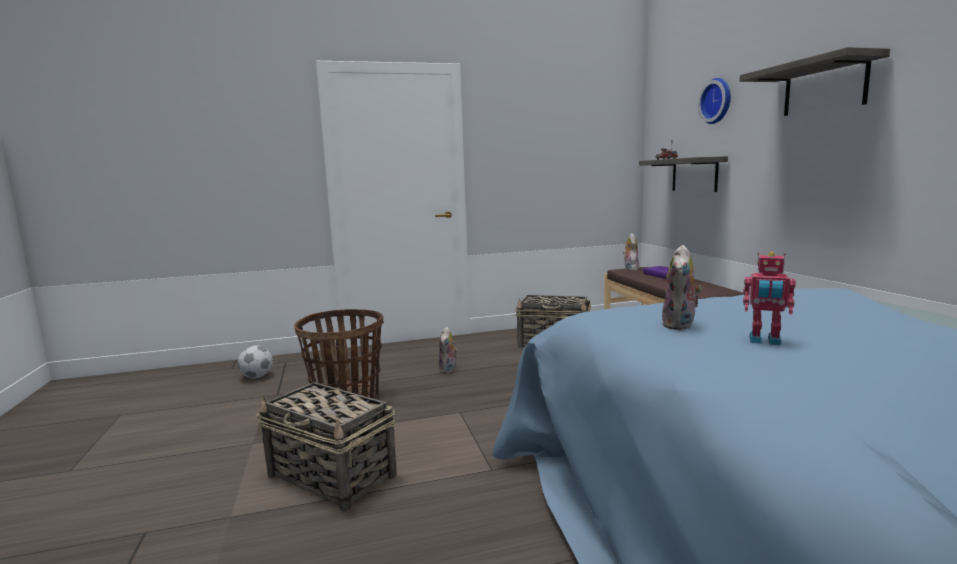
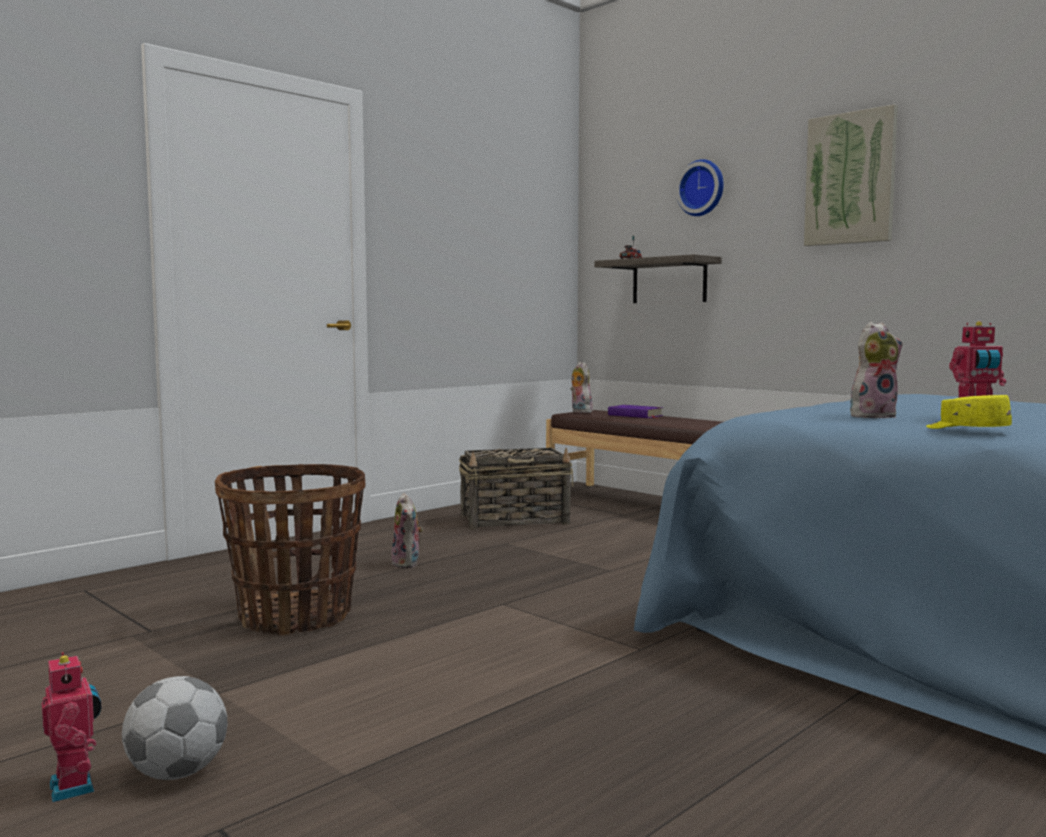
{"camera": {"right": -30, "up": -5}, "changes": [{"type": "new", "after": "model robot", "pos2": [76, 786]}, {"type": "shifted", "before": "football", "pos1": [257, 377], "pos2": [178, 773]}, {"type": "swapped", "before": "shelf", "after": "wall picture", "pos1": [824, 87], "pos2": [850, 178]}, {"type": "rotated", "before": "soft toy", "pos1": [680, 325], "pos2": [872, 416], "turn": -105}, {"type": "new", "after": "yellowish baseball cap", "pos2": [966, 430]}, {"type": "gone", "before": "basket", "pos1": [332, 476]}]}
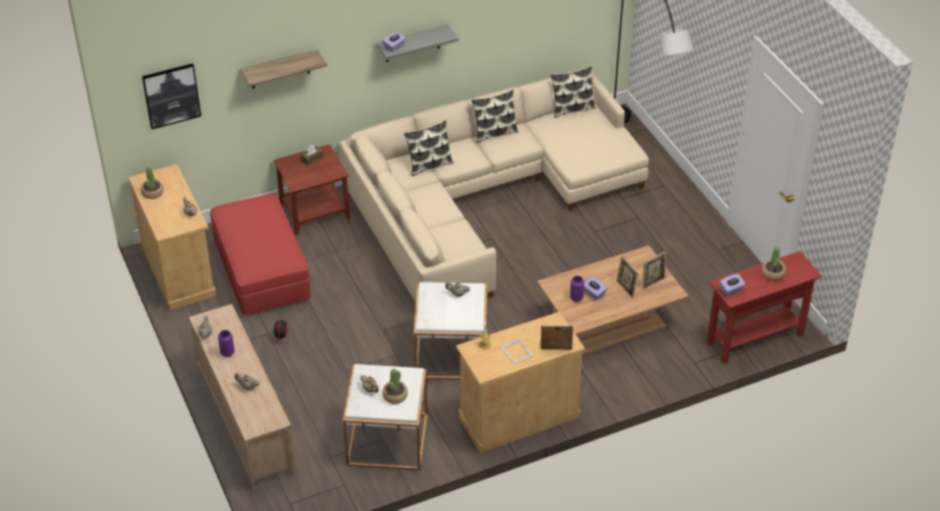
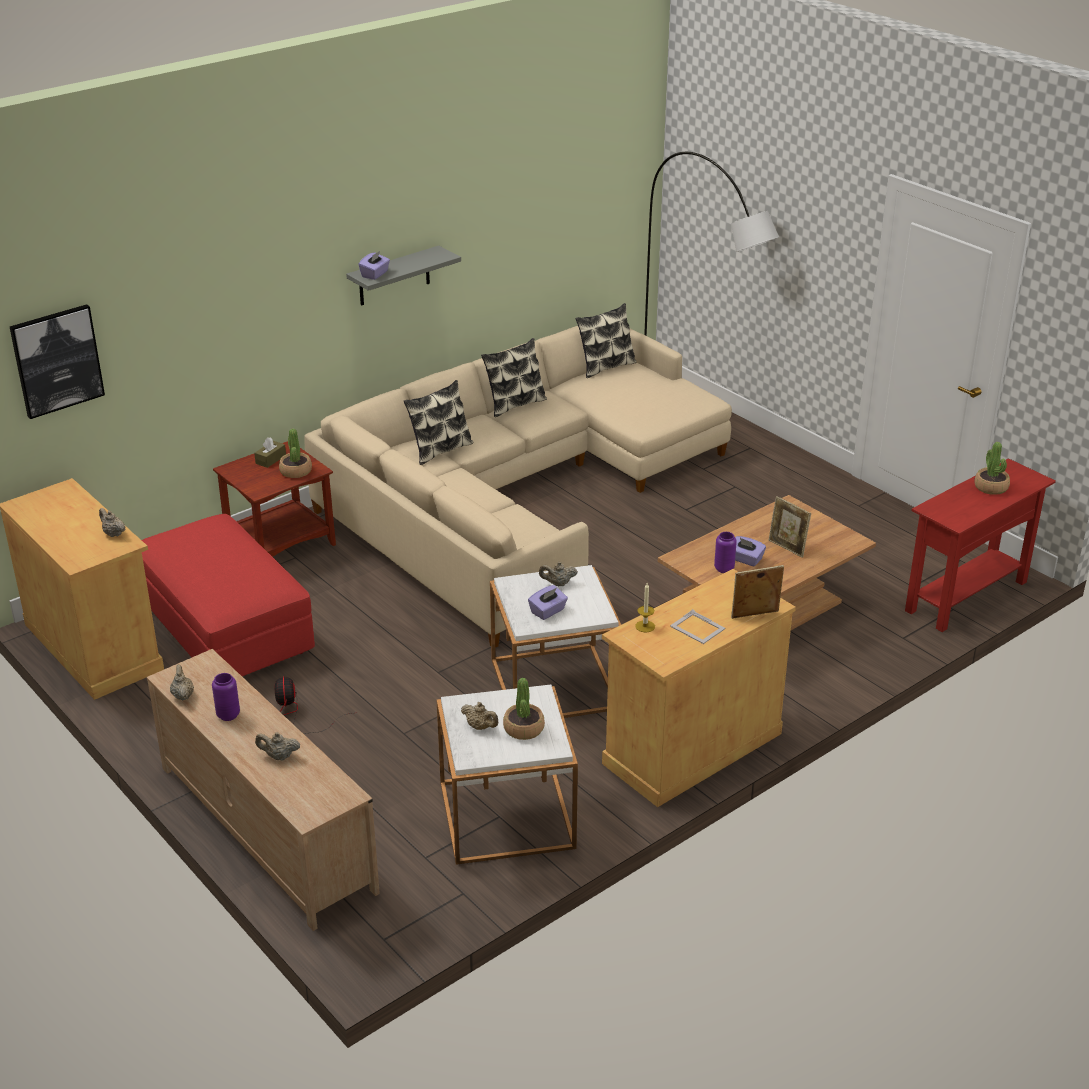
{"camera": {"right": -15, "up": -10}, "changes": [{"type": "shifted", "before": "plant in a pot", "pos1": [152, 192], "pos2": [295, 471]}, {"type": "shifted", "before": "purple tissue box", "pos1": [731, 290], "pos2": [548, 611]}, {"type": "gone", "before": "shelf", "pos1": [280, 69]}, {"type": "gone", "before": "standing frame", "pos1": [653, 282]}]}
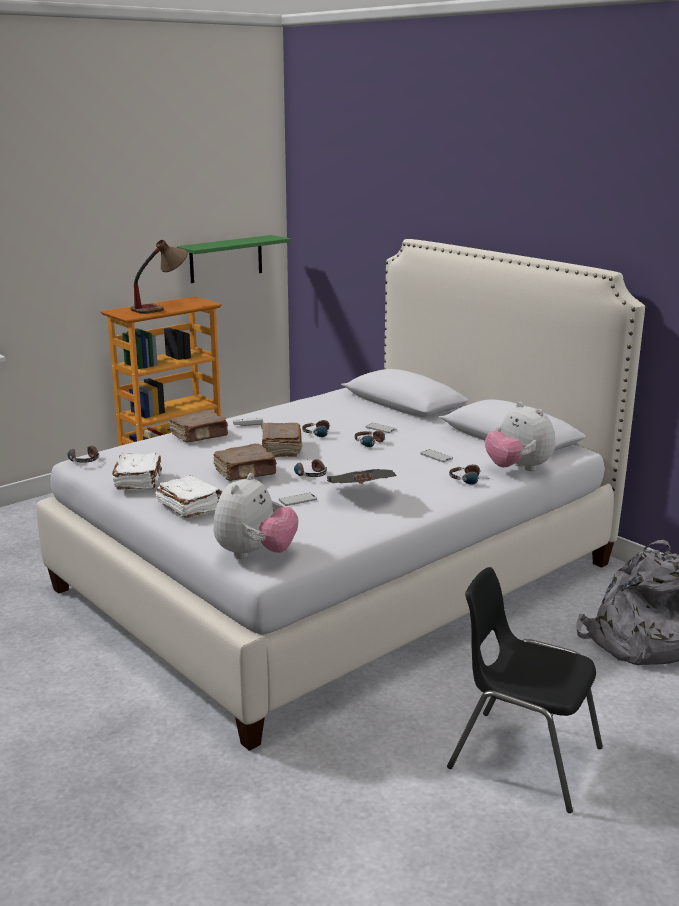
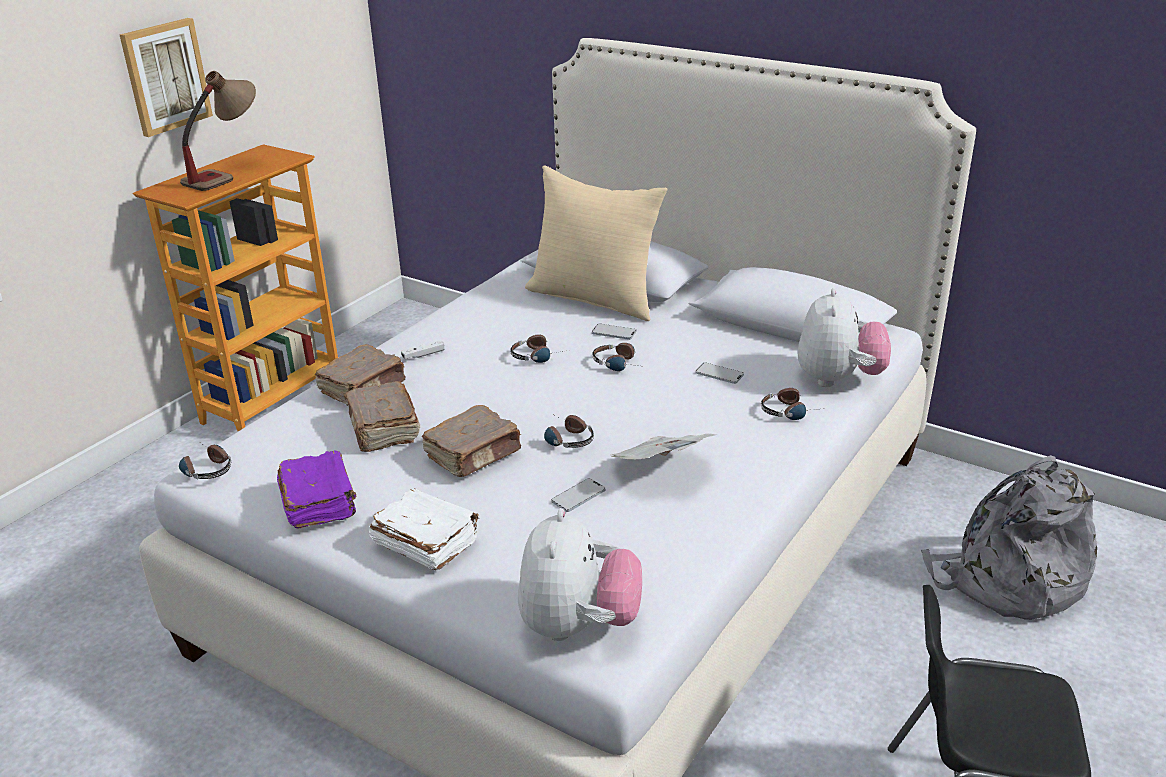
{"camera": {"right": -15, "up": 10}, "changes": [{"type": "new", "after": "wall picture", "pos2": [165, 76]}, {"type": "repainted", "before": "white volume", "after": "purple volume", "pos1": [139, 481], "pos2": [320, 502]}, {"type": "shifted", "before": "brown-coloured volume", "pos1": [280, 449], "pos2": [383, 429]}, {"type": "new", "after": "beige-coloured throw pillow", "pos2": [595, 297]}, {"type": "rotated", "before": "soft toy", "pos1": [518, 469], "pos2": [838, 379], "turn": -120}, {"type": "gone", "before": "greenish shelf", "pos1": [226, 259]}]}
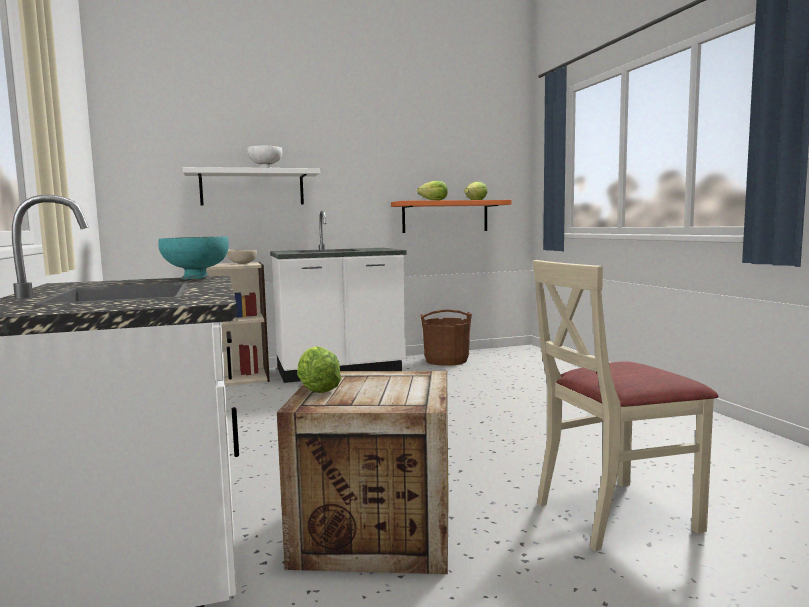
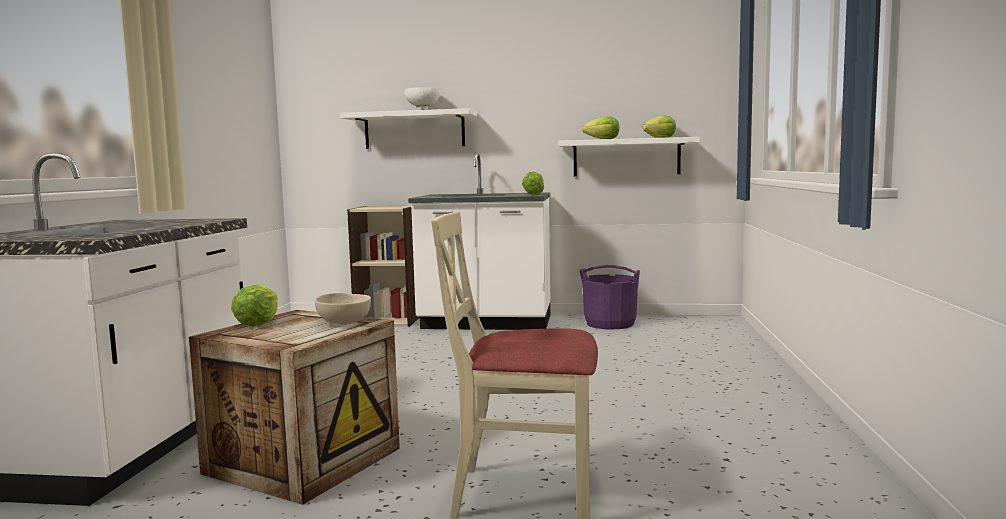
{"camera": {"right": 25, "up": 0}, "changes": [{"type": "shifted", "before": "beige-coloured bowl", "pos1": [242, 263], "pos2": [344, 323]}, {"type": "new", "after": "lettuce", "pos2": [533, 194]}, {"type": "repainted", "before": "orange shelf", "after": "white shelf", "pos1": [445, 216], "pos2": [626, 157]}, {"type": "repainted", "before": "brown-coloured bucket", "after": "purple bucket", "pos1": [446, 360], "pos2": [610, 324]}, {"type": "gone", "before": "blue-green bowl", "pos1": [197, 278]}]}
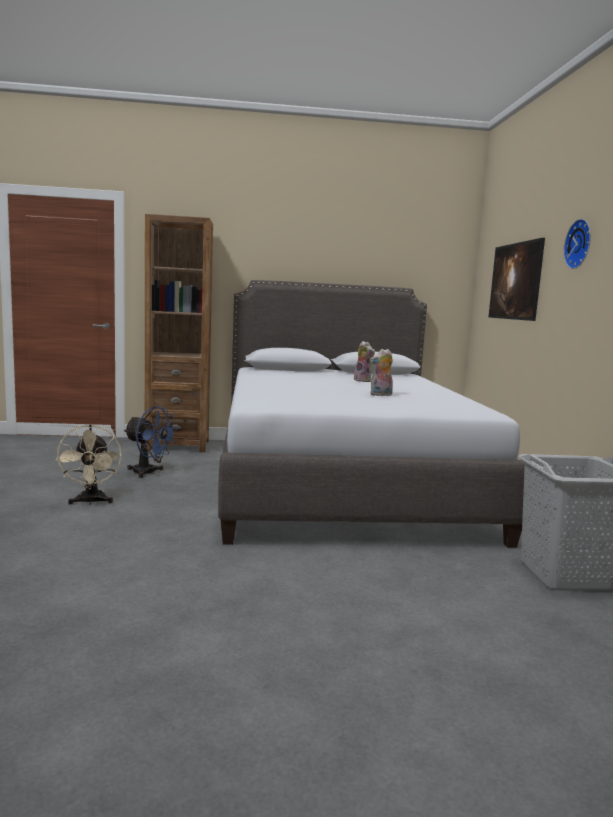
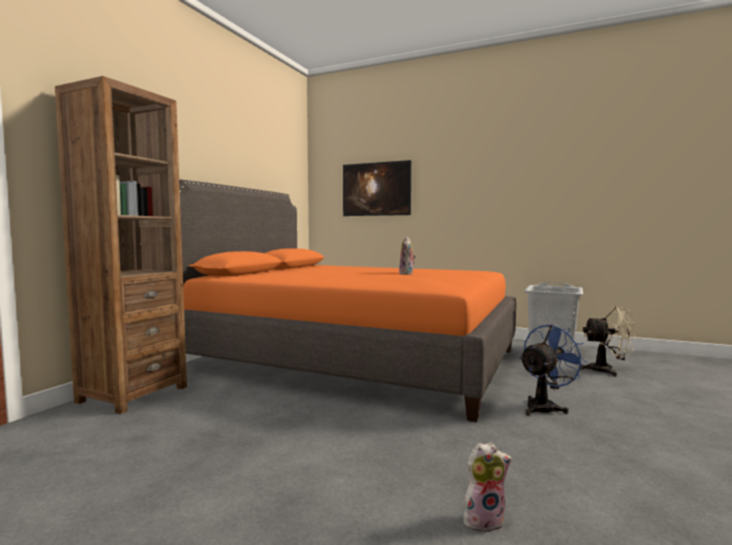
{"camera": {"right": -60, "up": -5}, "changes": [{"type": "repainted", "before": "greyish bed", "after": "orange bed", "pos1": [340, 481], "pos2": [352, 360]}, {"type": "shifted", "before": "soft toy", "pos1": [364, 380], "pos2": [484, 520]}, {"type": "shifted", "before": "bluish electric fan", "pos1": [149, 473], "pos2": [545, 407]}, {"type": "shifted", "before": "beige-coloured electric fan", "pos1": [91, 502], "pos2": [607, 371]}, {"type": "gone", "before": "hanging clock", "pos1": [580, 244]}]}
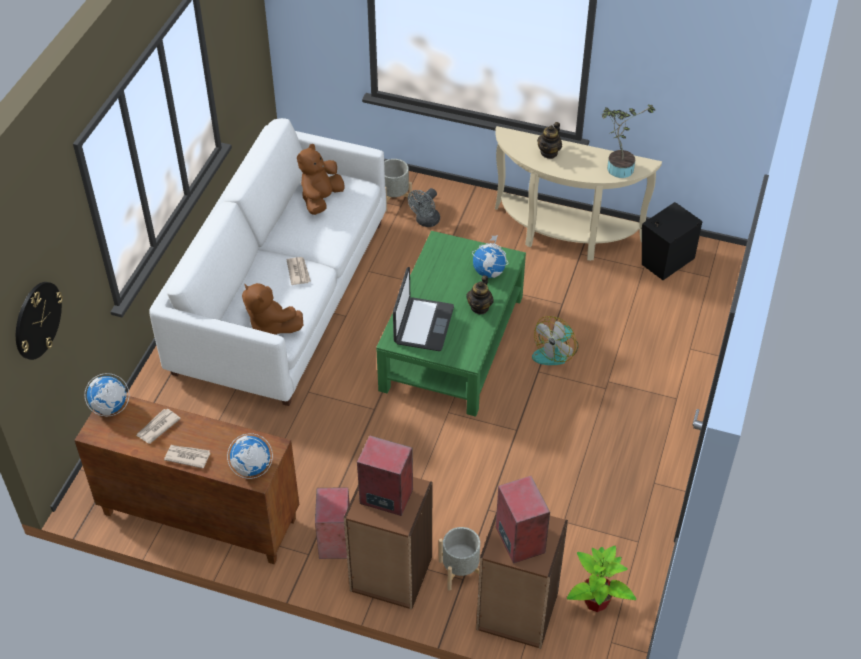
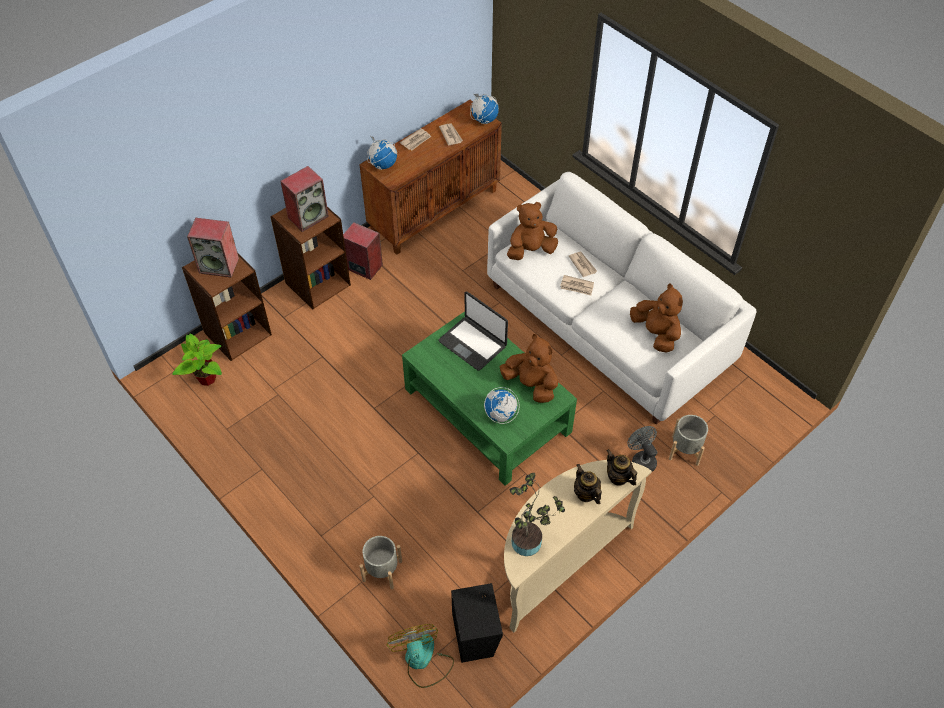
{"camera": {"right": 120, "up": 5}, "changes": [{"type": "shifted", "before": "greyish planter", "pos1": [461, 571], "pos2": [382, 571]}, {"type": "shifted", "before": "electric fan", "pos1": [556, 351], "pos2": [422, 660]}, {"type": "new", "after": "brown-coloured soft toy", "pos2": [531, 385]}, {"type": "new", "after": "daily paper", "pos2": [582, 264]}, {"type": "shifted", "before": "tea pot", "pos1": [480, 307], "pos2": [618, 477]}, {"type": "gone", "before": "hanging clock", "pos1": [37, 320]}]}
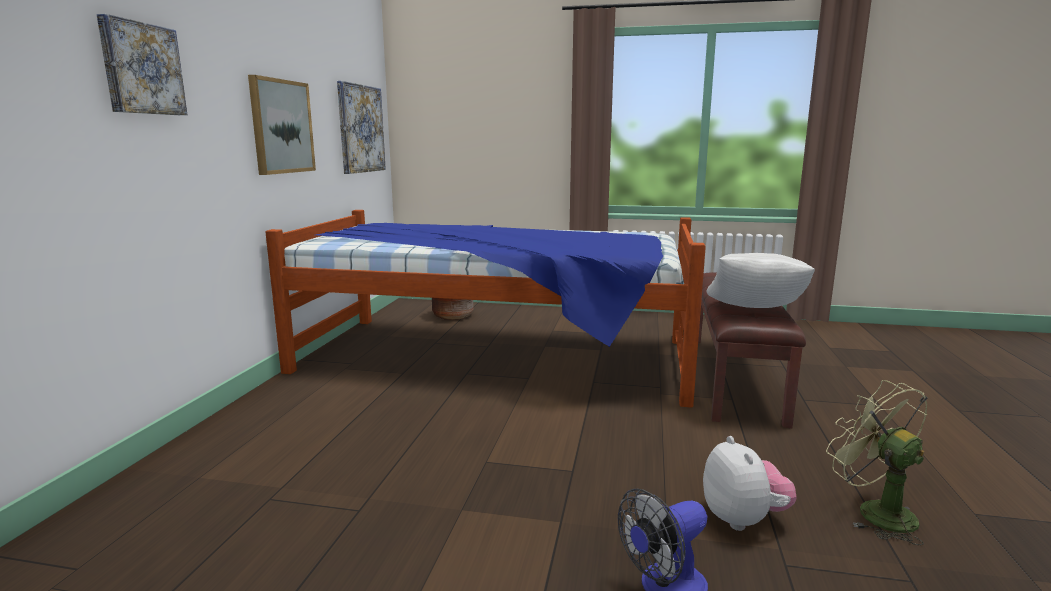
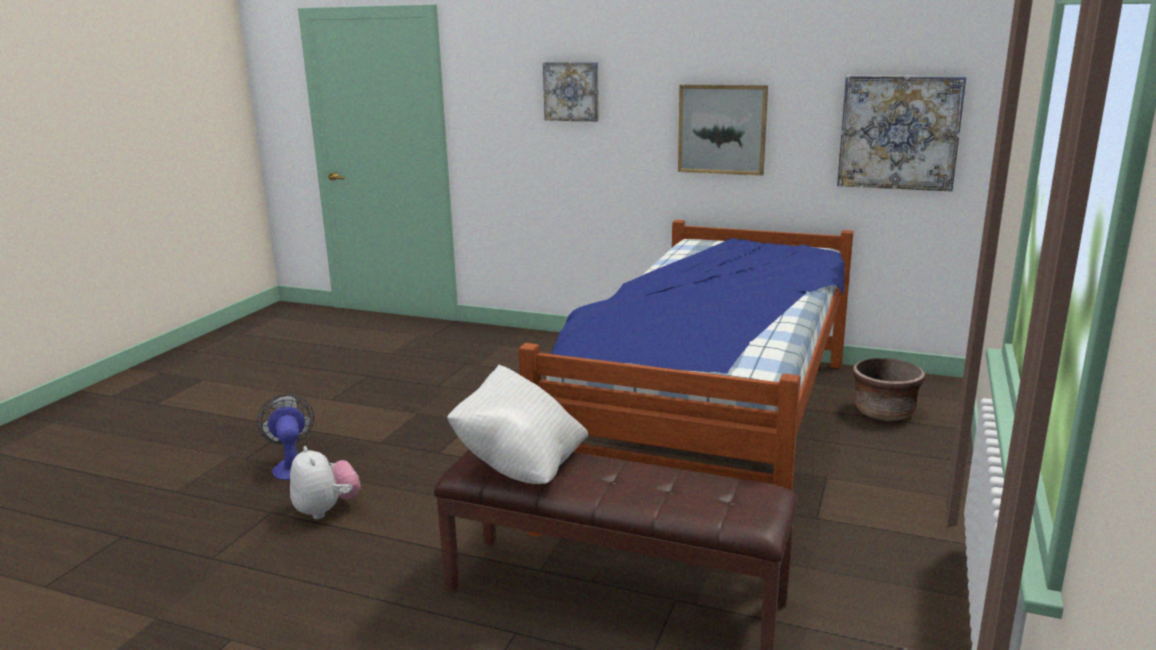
{"camera": {"right": 100, "up": 5}, "changes": [{"type": "rotated", "before": "soft toy", "pos1": [743, 519], "pos2": [326, 510], "turn": -120}, {"type": "gone", "before": "greenish electric fan", "pos1": [874, 511]}]}
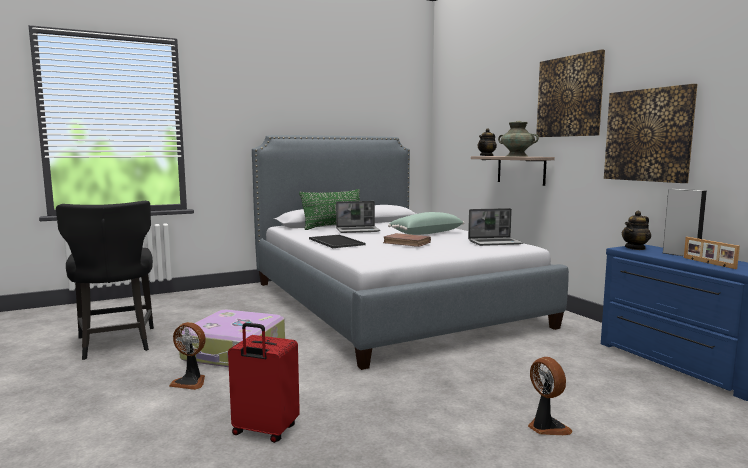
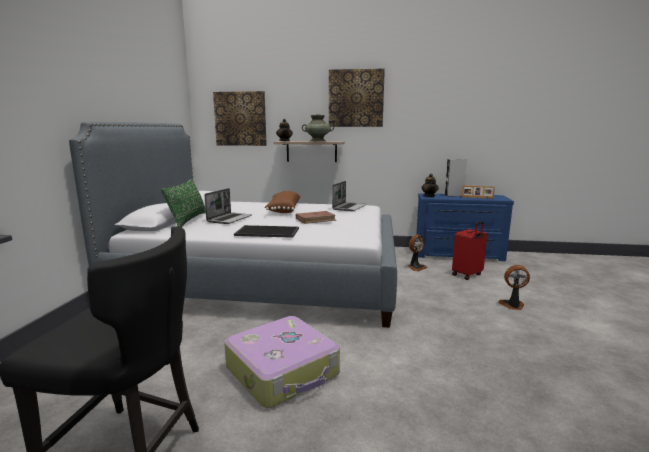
{"camera": {"right": -55, "up": 5}, "changes": [{"type": "shifted", "before": "wall picture", "pos1": [648, 135], "pos2": [240, 119]}, {"type": "repainted", "before": "greenish throw pillow", "after": "brown-coloured throw pillow", "pos1": [425, 233], "pos2": [283, 210]}, {"type": "shifted", "before": "electric fan", "pos1": [190, 382], "pos2": [416, 267]}, {"type": "shifted", "before": "reddish piece of luggage", "pos1": [264, 431], "pos2": [467, 275]}]}
